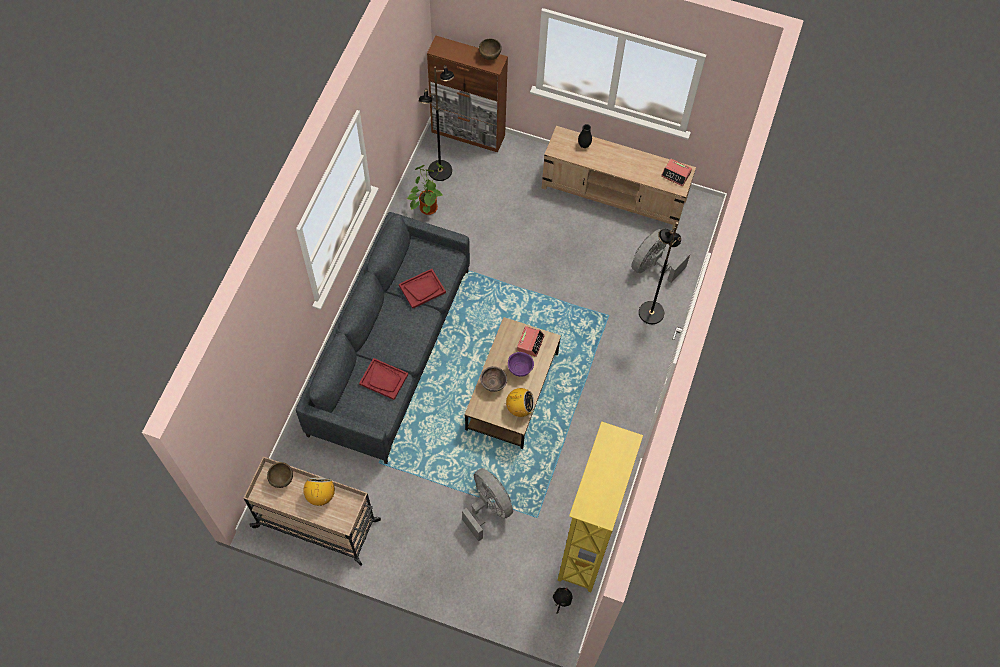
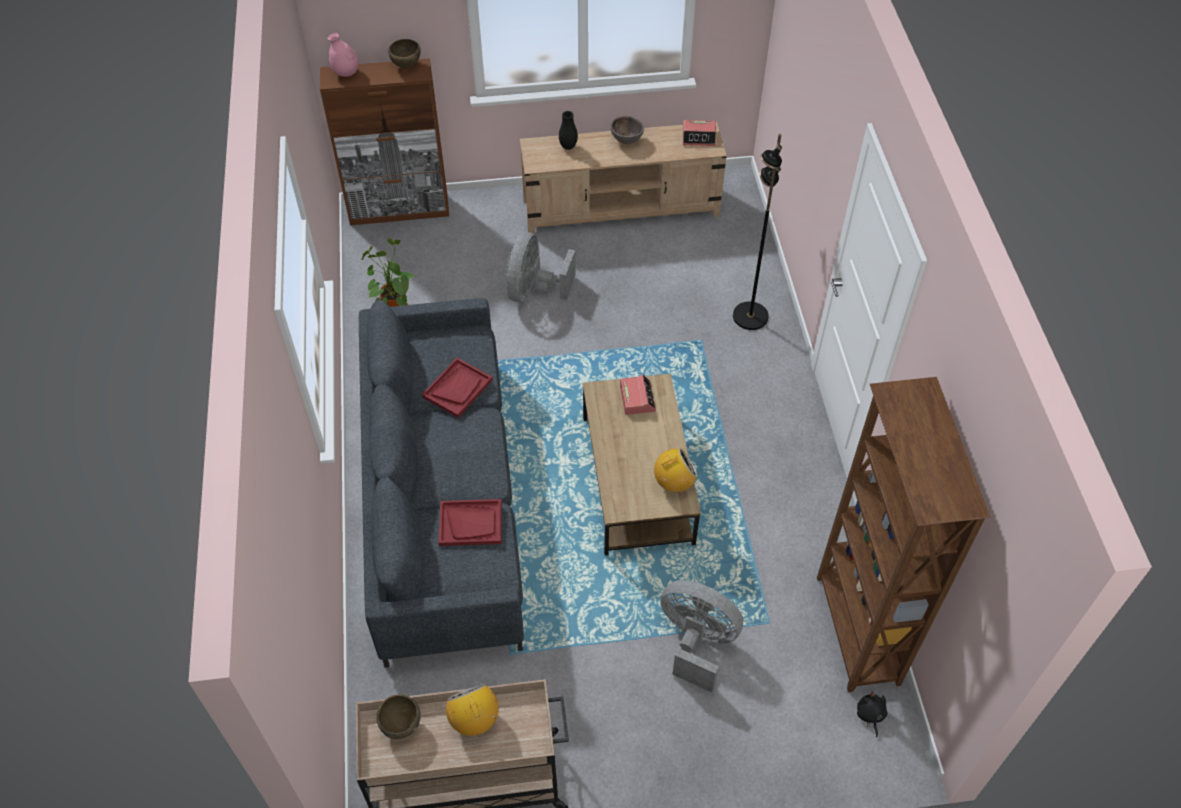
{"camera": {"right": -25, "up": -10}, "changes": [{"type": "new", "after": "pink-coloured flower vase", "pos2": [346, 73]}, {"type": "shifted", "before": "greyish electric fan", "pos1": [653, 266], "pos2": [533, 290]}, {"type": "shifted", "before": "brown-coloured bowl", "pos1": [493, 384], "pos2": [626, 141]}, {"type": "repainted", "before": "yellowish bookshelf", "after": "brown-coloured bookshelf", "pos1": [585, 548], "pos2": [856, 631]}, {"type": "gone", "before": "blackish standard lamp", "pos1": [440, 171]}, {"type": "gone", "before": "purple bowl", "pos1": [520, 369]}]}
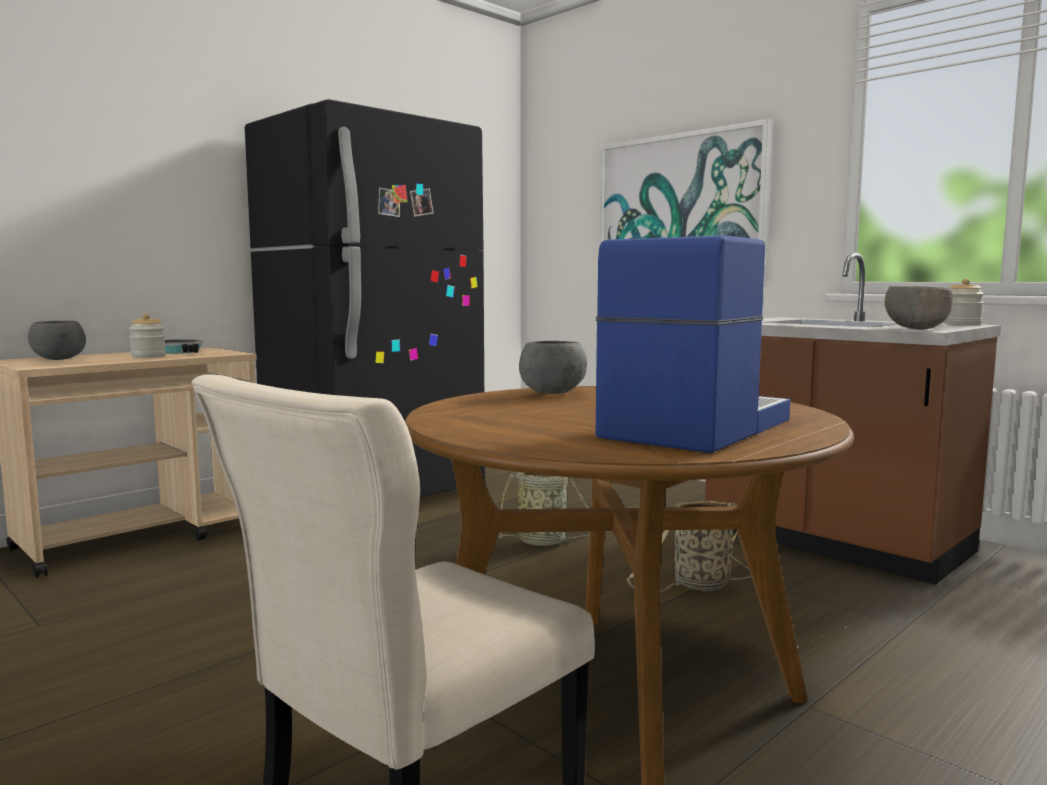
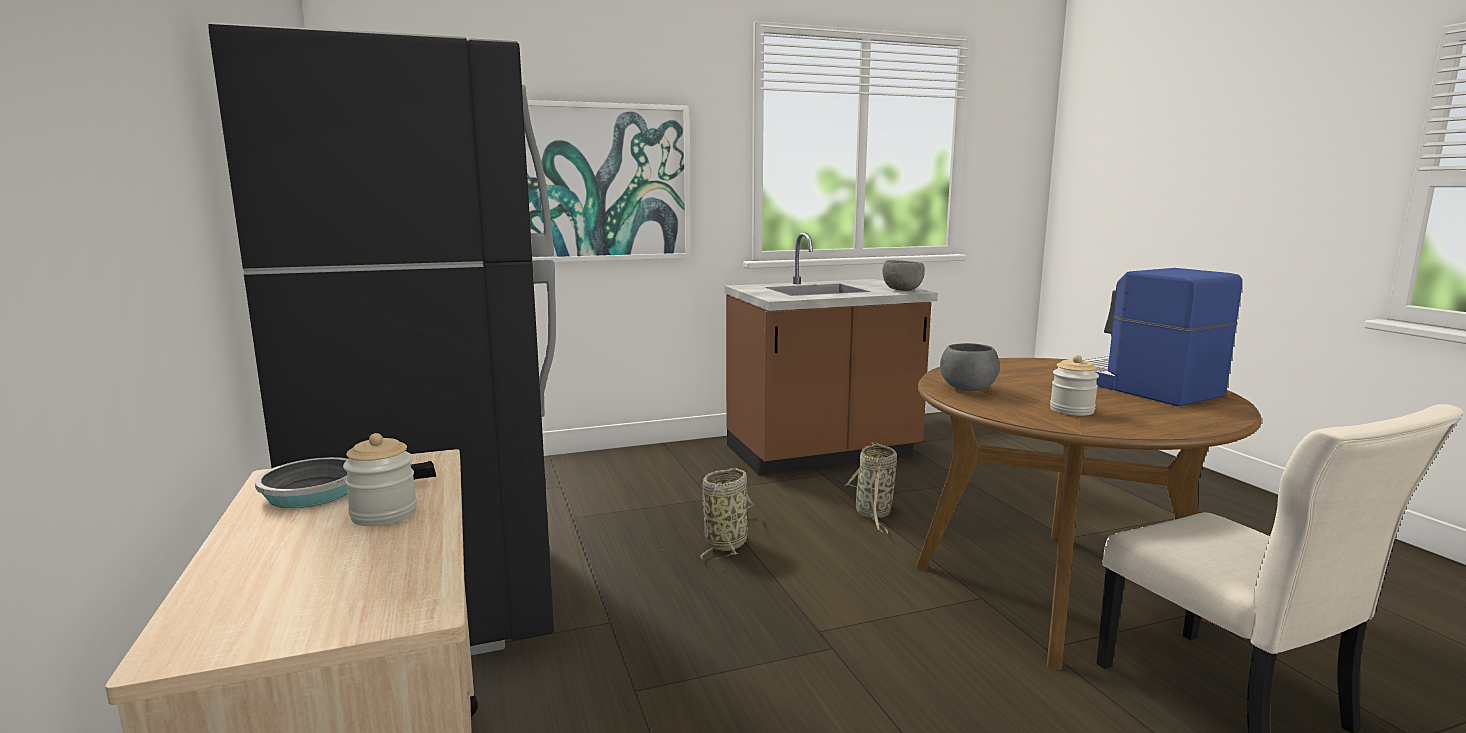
{"camera": {"right": -65, "up": 5}, "changes": [{"type": "shifted", "before": "storage jar", "pos1": [962, 324], "pos2": [1072, 410]}, {"type": "gone", "before": "greyish bowl", "pos1": [58, 359]}]}
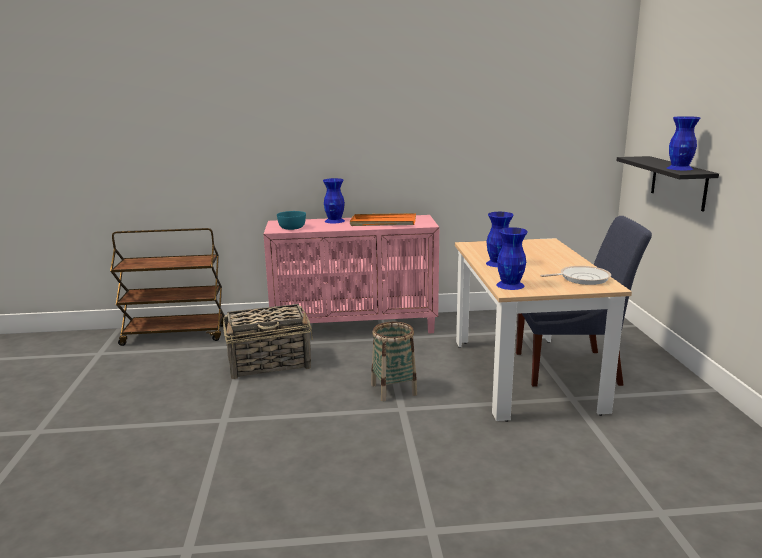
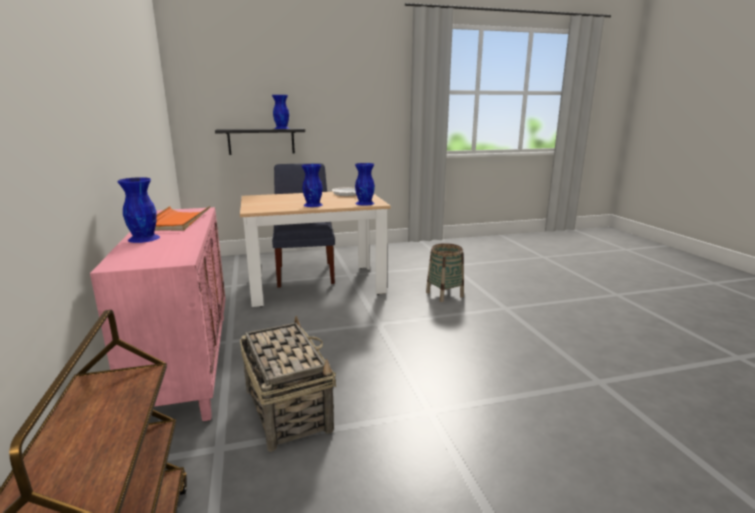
{"camera": {"right": -100, "up": 0}, "changes": [{"type": "shifted", "before": "basket", "pos1": [394, 390], "pos2": [444, 294]}, {"type": "gone", "before": "blue-green bowl", "pos1": [292, 227]}]}
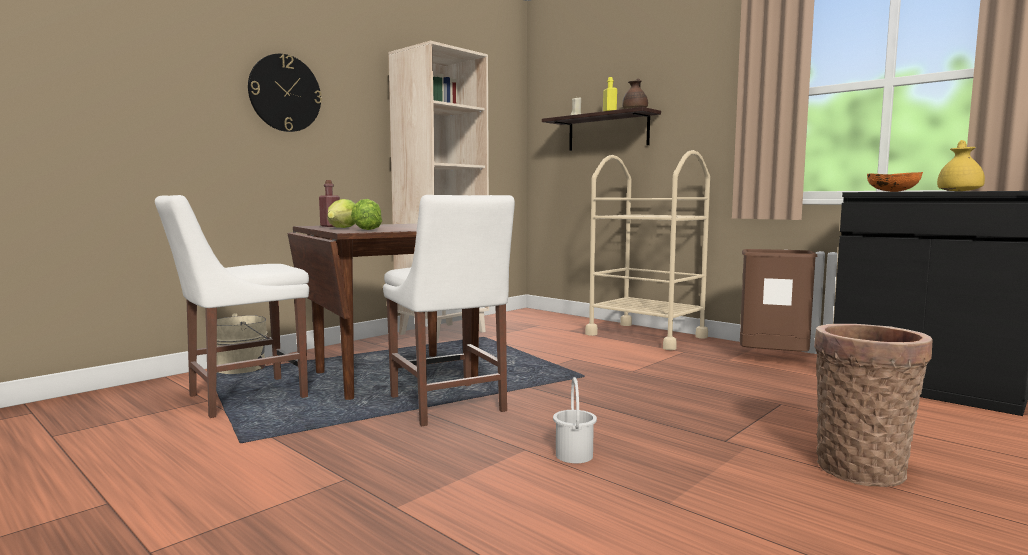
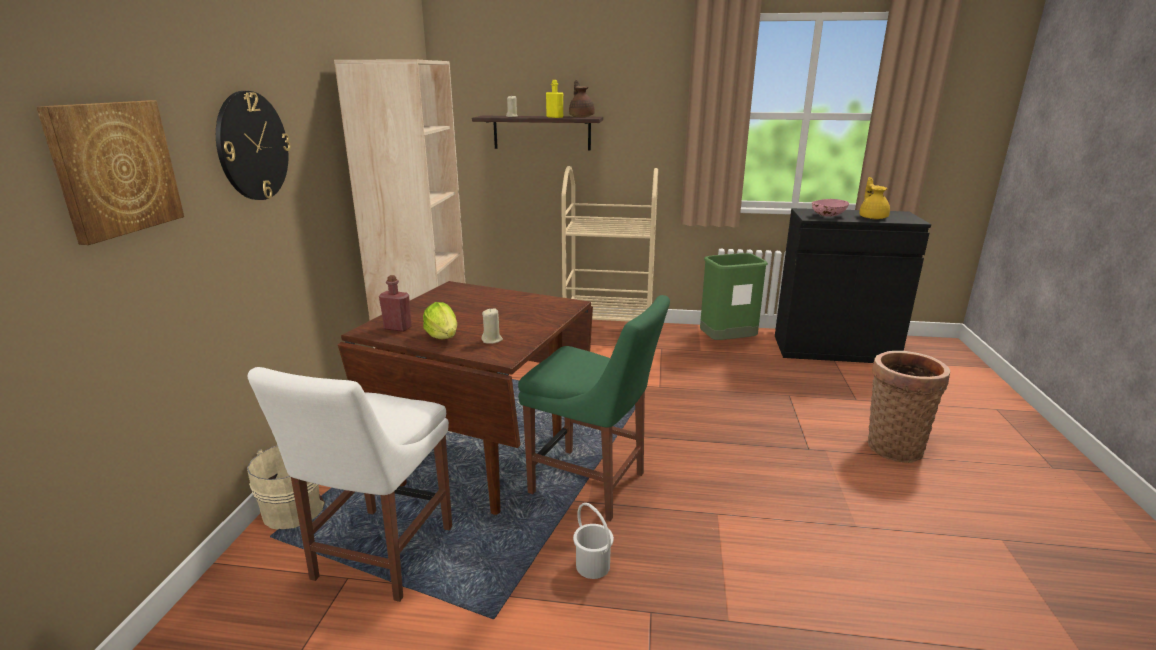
{"camera": {"right": -35, "up": 15}, "changes": [{"type": "new", "after": "wall picture", "pos2": [114, 168]}, {"type": "swapped", "before": "lettuce", "after": "beige-coloured wax light", "pos1": [367, 229], "pos2": [492, 340]}, {"type": "repainted", "before": "white chair", "after": "greenish chair", "pos1": [449, 406], "pos2": [592, 485]}, {"type": "shifted", "before": "white bucket", "pos1": [574, 455], "pos2": [593, 565]}, {"type": "repainted", "before": "brown-coloured trash can", "after": "greenish trash can", "pos1": [772, 360], "pos2": [727, 343]}, {"type": "repainted", "before": "orange bowl", "after": "pink-coloured bowl", "pos1": [892, 191], "pos2": [828, 216]}]}
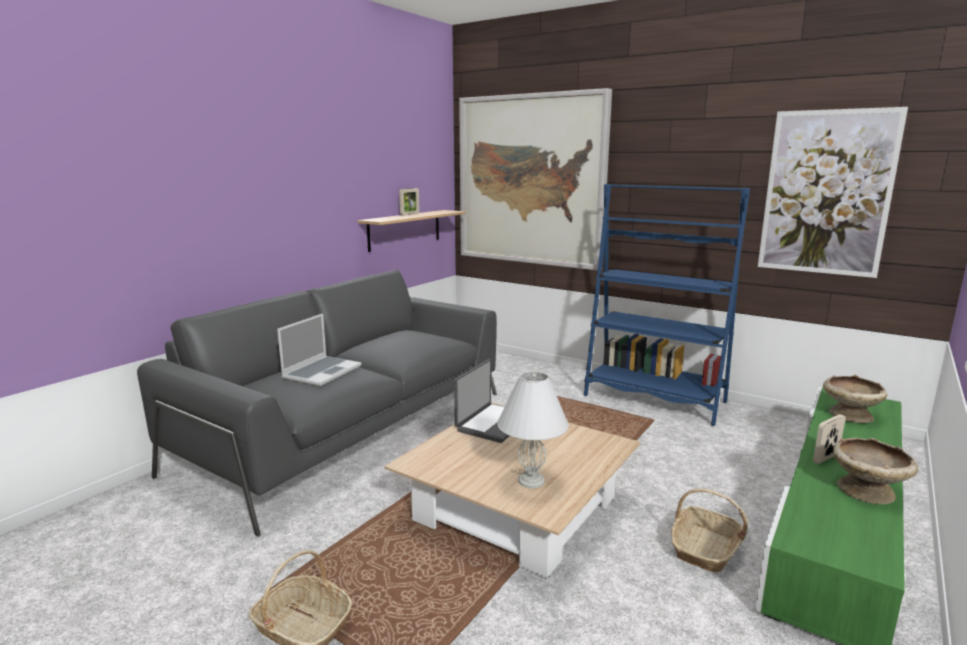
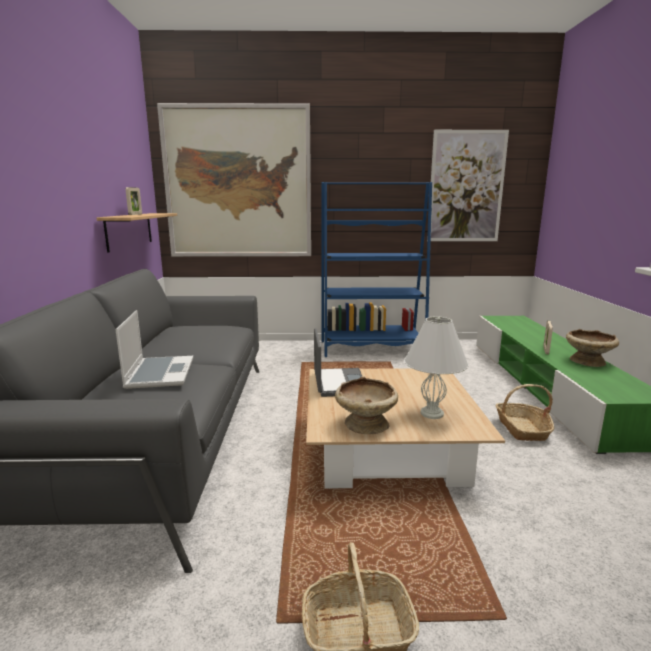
{"camera": {"right": -35, "up": 0}, "changes": [{"type": "shifted", "before": "beige-coloured bowl", "pos1": [849, 414], "pos2": [365, 423]}]}
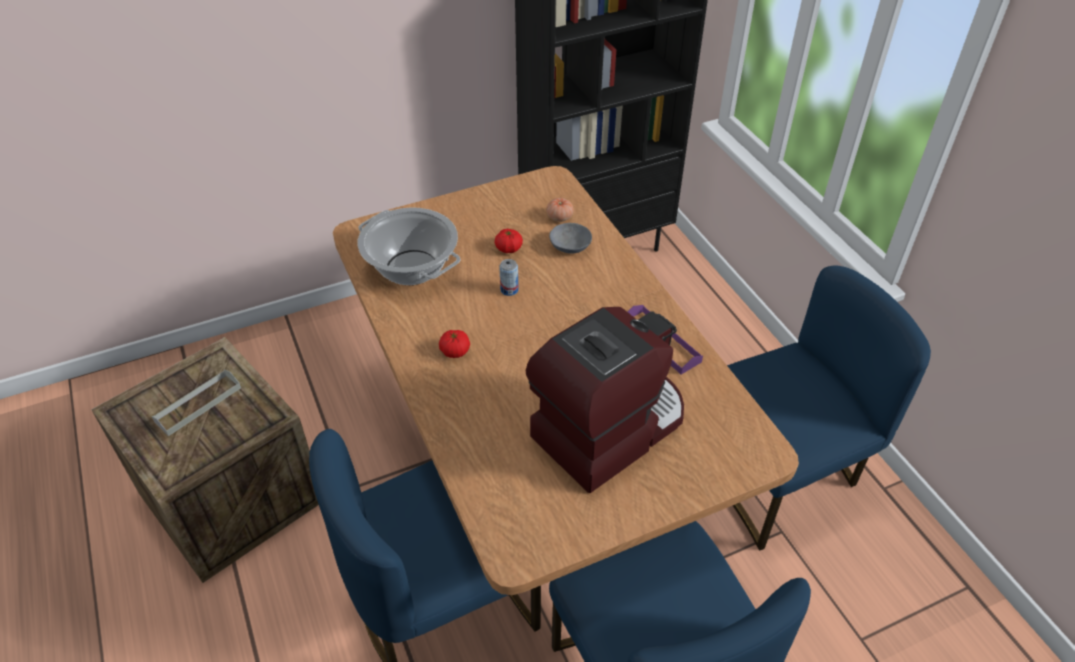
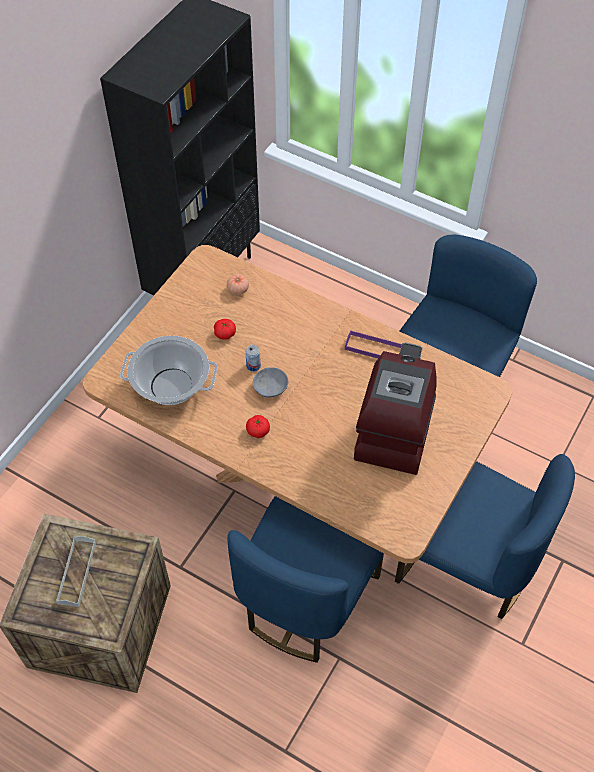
{"camera": {"right": -35, "up": 10}, "changes": [{"type": "shifted", "before": "greyish bowl", "pos1": [569, 247], "pos2": [270, 388]}]}
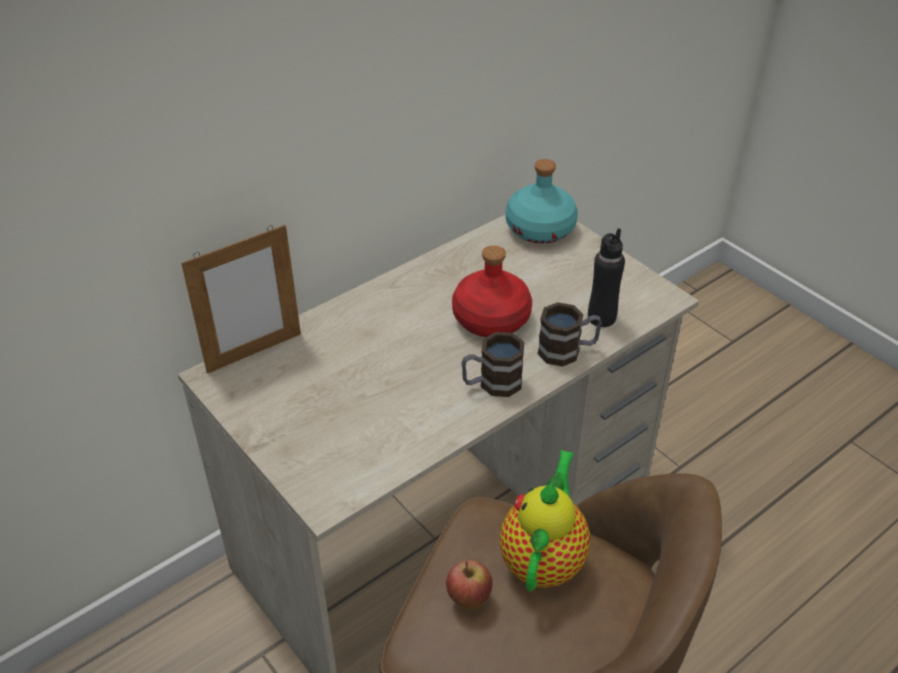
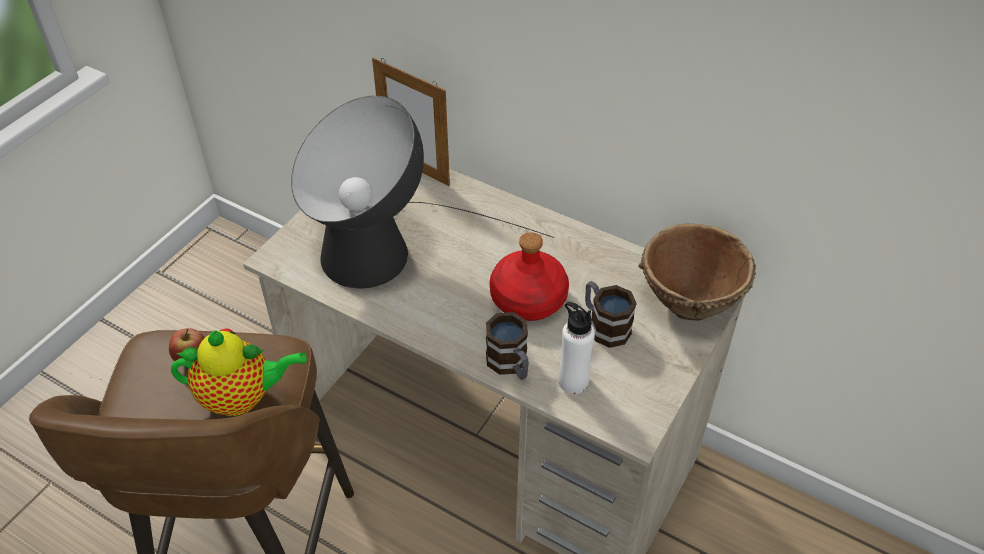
{"camera": {"right": 70, "up": 5}, "changes": [{"type": "new", "after": "lamp for a table", "pos2": [380, 250]}, {"type": "repainted", "before": "blackish drink bottle", "after": "white drink bottle", "pos1": [601, 317], "pos2": [573, 381]}, {"type": "shifted", "before": "coffee mug", "pos1": [491, 384], "pos2": [604, 325]}, {"type": "swapped", "before": "blue-green drink bottle", "after": "brown-coloured bowl", "pos1": [540, 229], "pos2": [688, 302]}]}
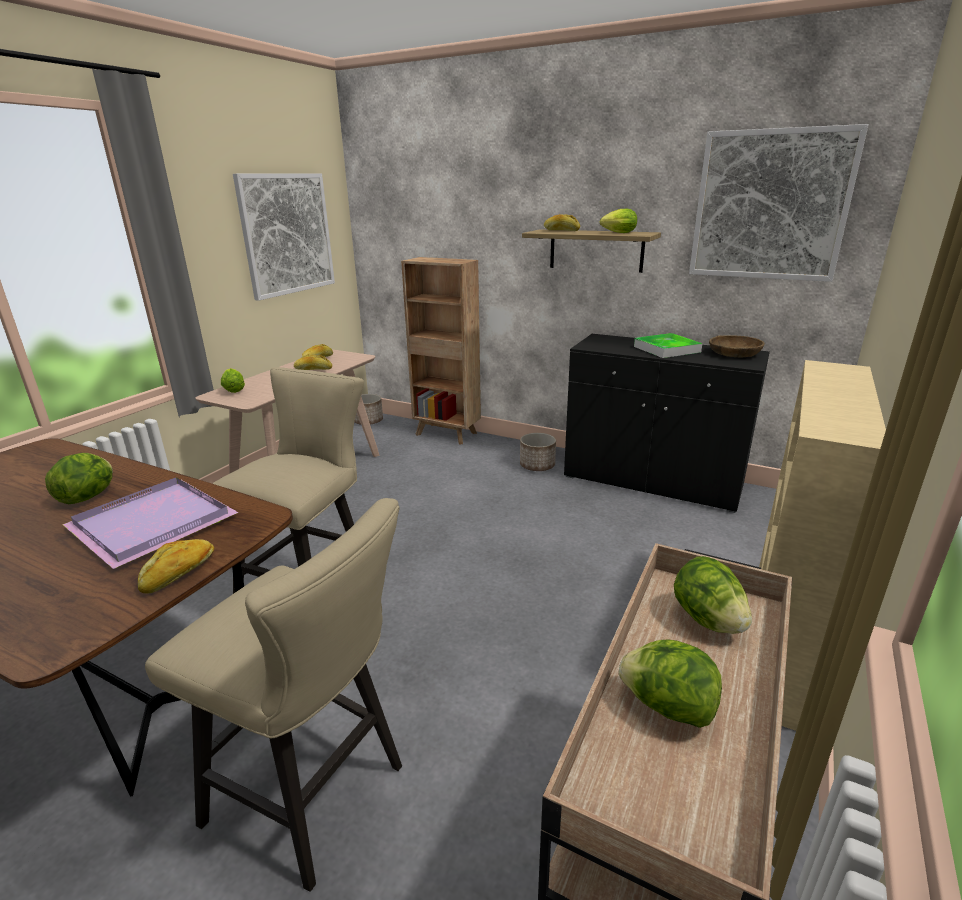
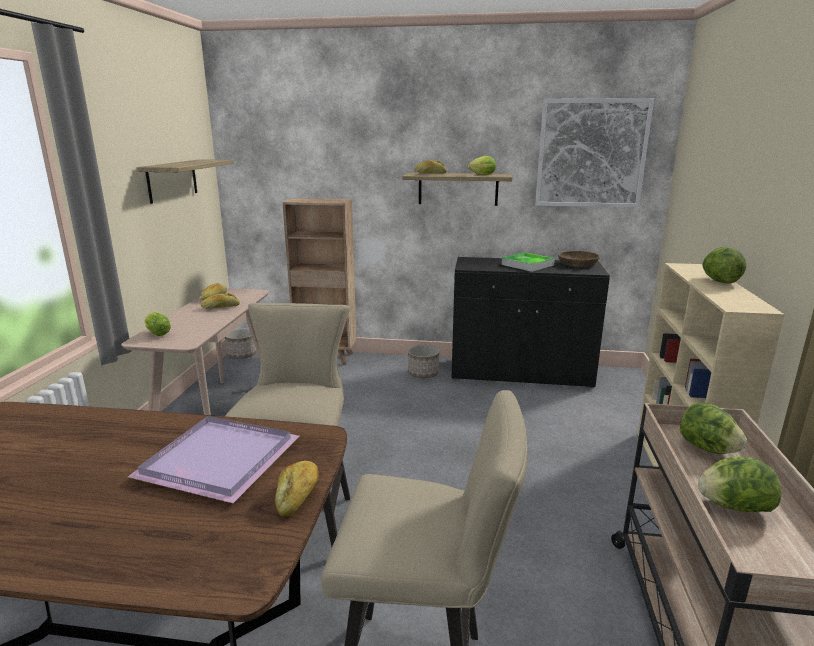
{"camera": {"right": -20, "up": -5}, "changes": [{"type": "swapped", "before": "wall picture", "after": "shelf", "pos1": [287, 234], "pos2": [172, 180]}, {"type": "shifted", "before": "lettuce", "pos1": [89, 496], "pos2": [719, 281]}]}
